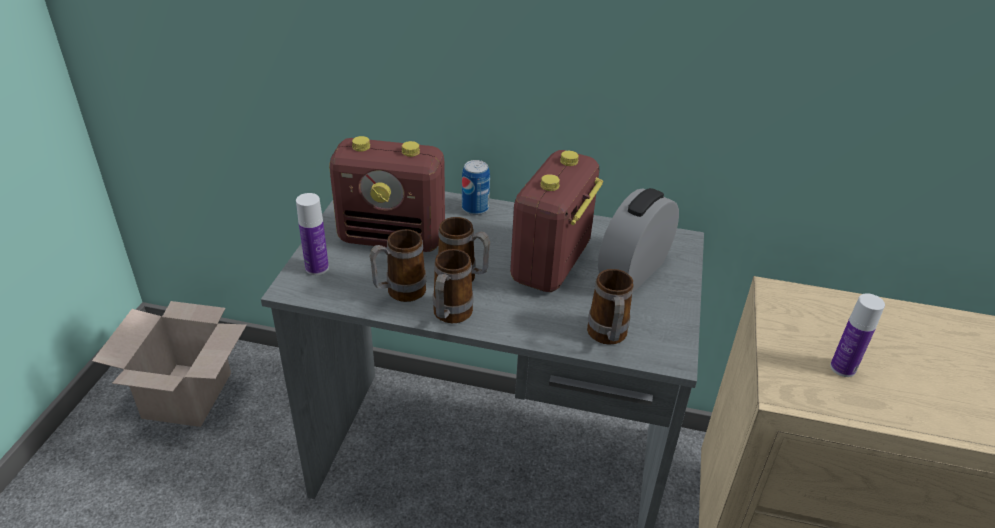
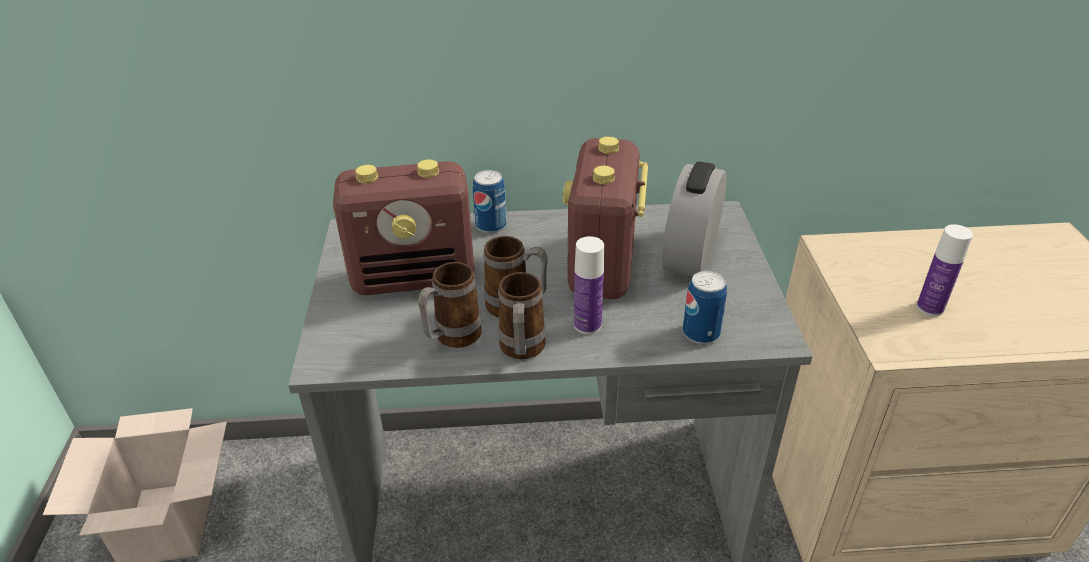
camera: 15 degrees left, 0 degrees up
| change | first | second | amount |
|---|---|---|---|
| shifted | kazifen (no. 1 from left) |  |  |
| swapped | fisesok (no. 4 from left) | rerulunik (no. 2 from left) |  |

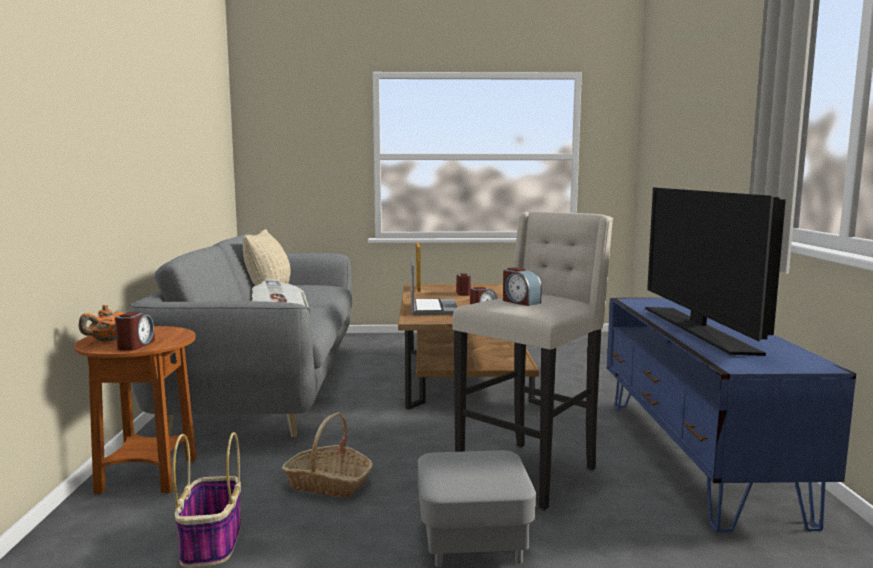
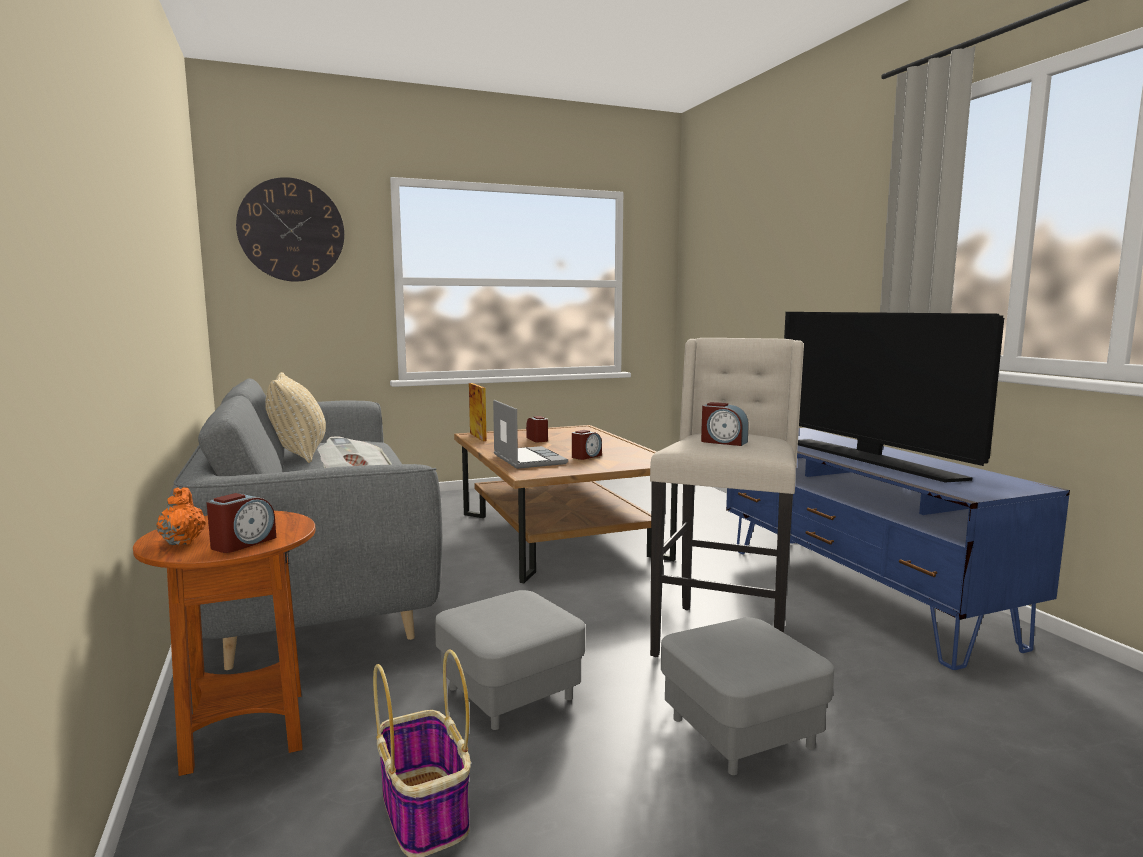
camera: 20 degrees left, 0 degrees up
| change | first | second | amount |
|---|---|---|---|
| rotated | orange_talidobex |  | 150 degrees clockwise |
| rotated | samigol (no. 1 from left) |  | 45 degrees clockwise |
| swapped | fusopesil (no. 2 from left) | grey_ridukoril (no. 1 from left) |  |
| new |  | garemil |  |

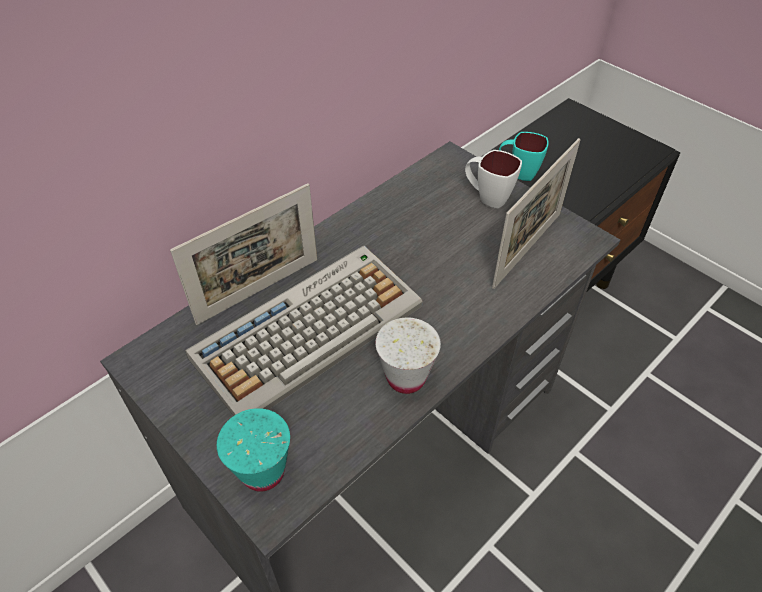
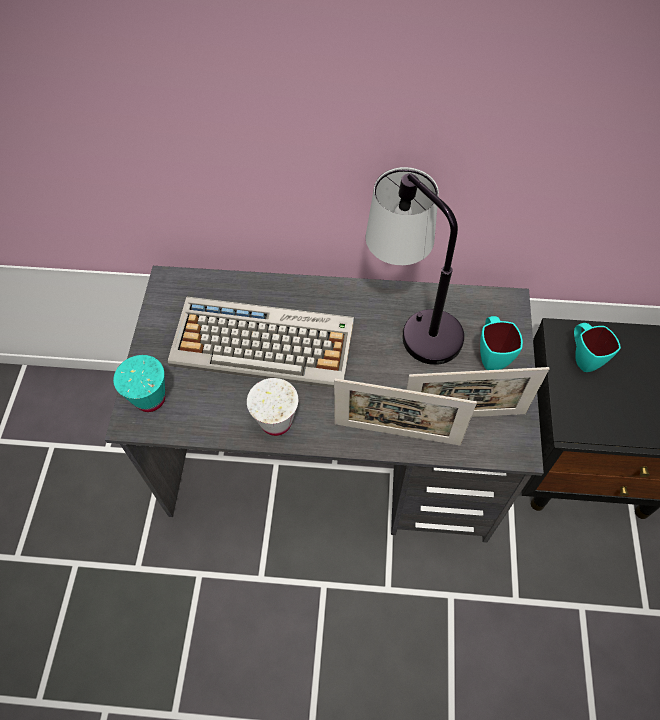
camera: 50 degrees right, 10 degrees up
| change | first | second | amount |
|---|---|---|---|
| repainted | white_fisesok | turquoise_fisesok (no. 1 from left) |  |
| shifted | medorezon (no. 1 from left) |  |  |
| new |  | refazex |  |

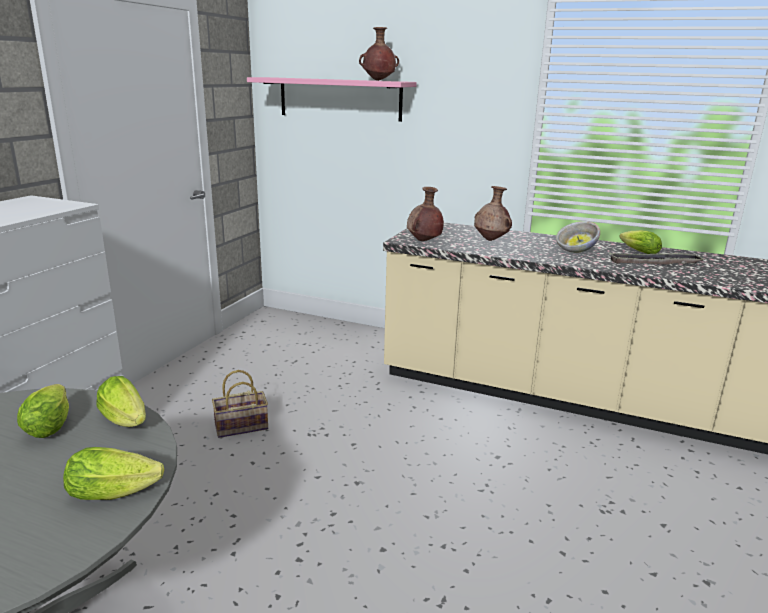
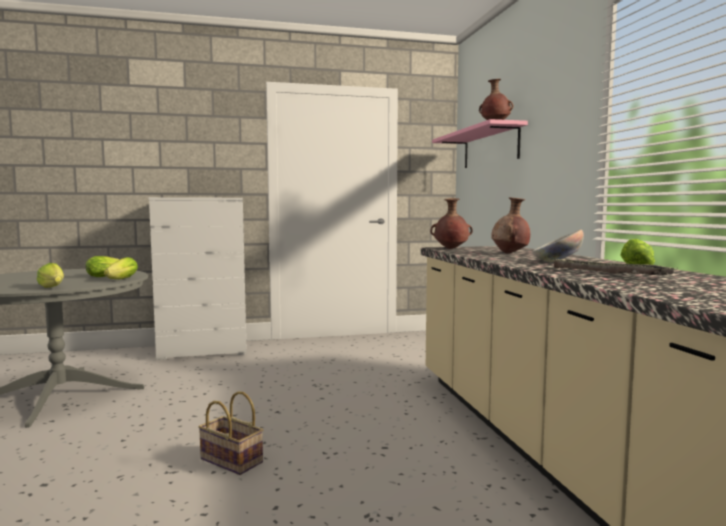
camera: 55 degrees right, 15 degrees down
| change | first | second | amount |
|---|---|---|---|
| shifted | fusopesil |  |  |

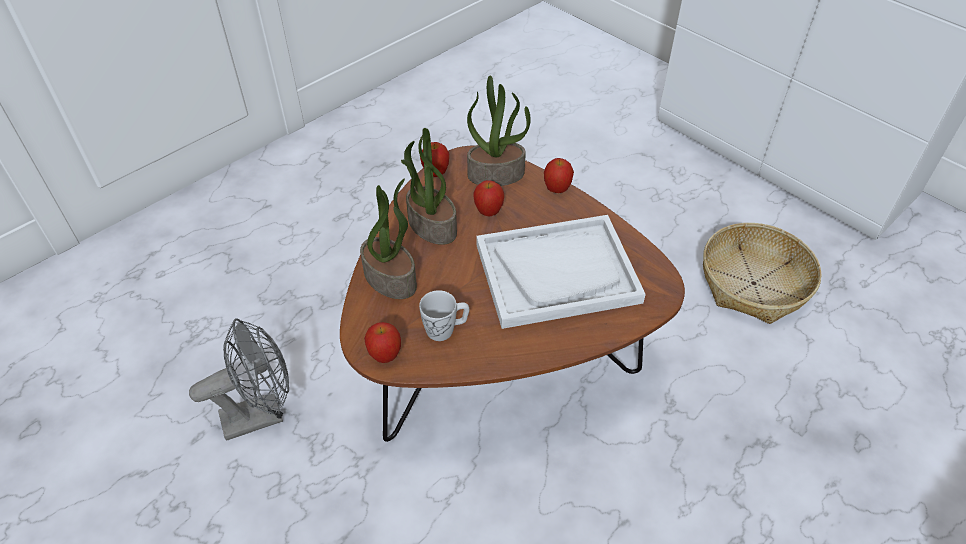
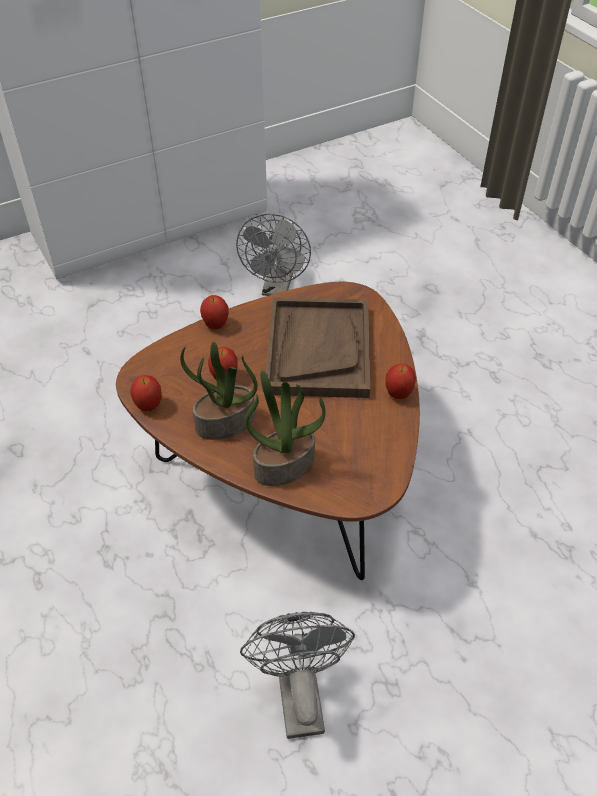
camera: 75 degrees left, 0 degrees up
| change | first | second | amount |
|---|---|---|---|
| gone | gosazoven (no. 3 from left) |  |  |
| repainted | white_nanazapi | brown_nanazapi |  |
| swapped | fusopesil | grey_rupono (no. 1 from left) |  |
| gone | white_fisesok |  |  |
| shifted | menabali (no. 1 from left in the first image) | menabali (no. 4 from left) |  |

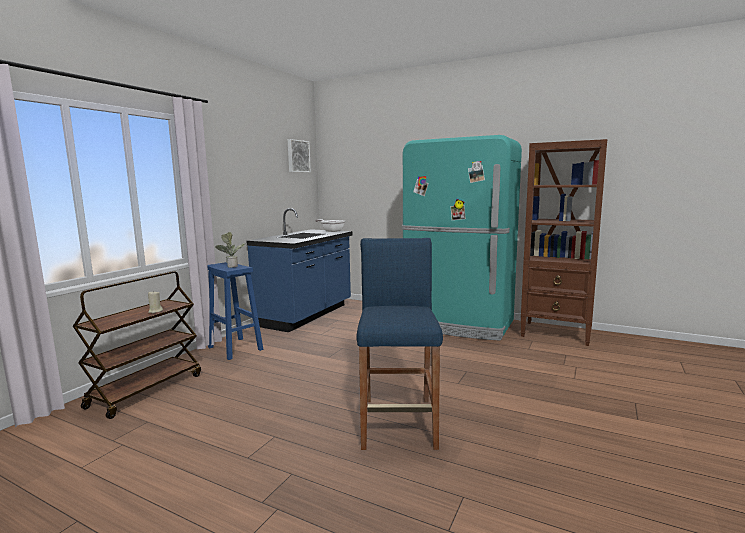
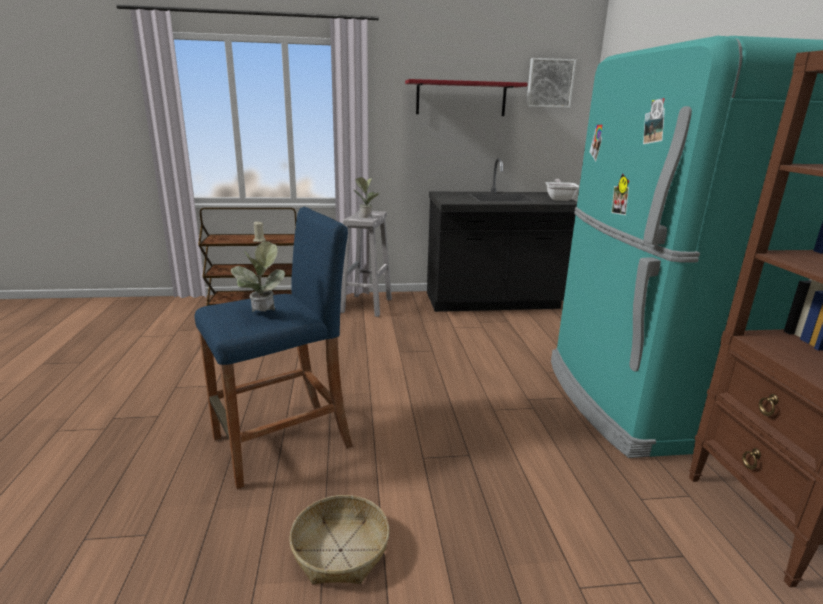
camera: 55 degrees right, 10 degrees up
| change | first | second | amount |
|---|---|---|---|
| repainted | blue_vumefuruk | black_vumefuruk |  |
| repainted | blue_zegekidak (no. 1 from left) | white_zegekidak |  |
| new |  | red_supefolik |  |
| new |  | gosazoven (no. 1 from left) |  |
| new |  | fusopesil |  |

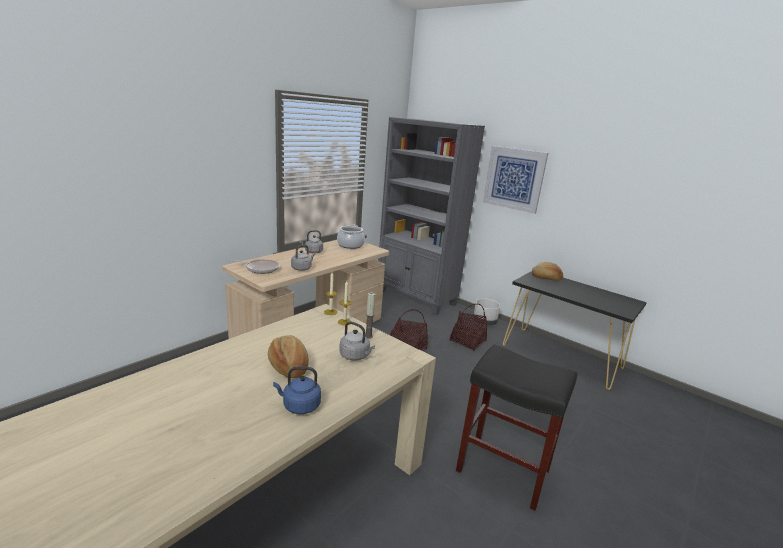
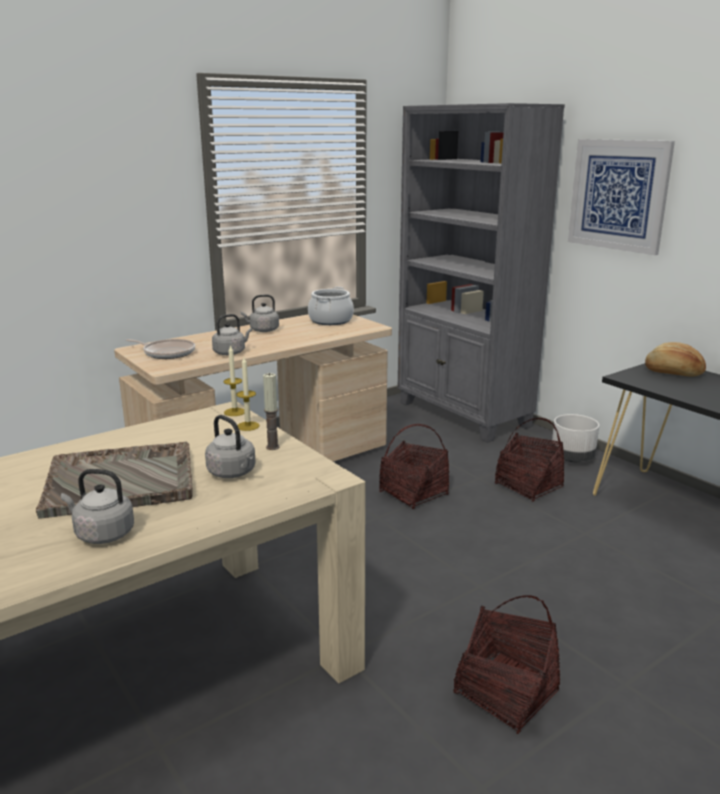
camera: 15 degrees right, 0 degrees up
| change | first | second | amount |
|---|---|---|---|
| swapped | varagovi (no. 1 from left) | grey_nanazapi |  |
| swapped | black_zegekidak | fusopesil (no. 2 from left) |  |
| repainted | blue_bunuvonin | grey_bunuvonin (no. 1 from left) |  |

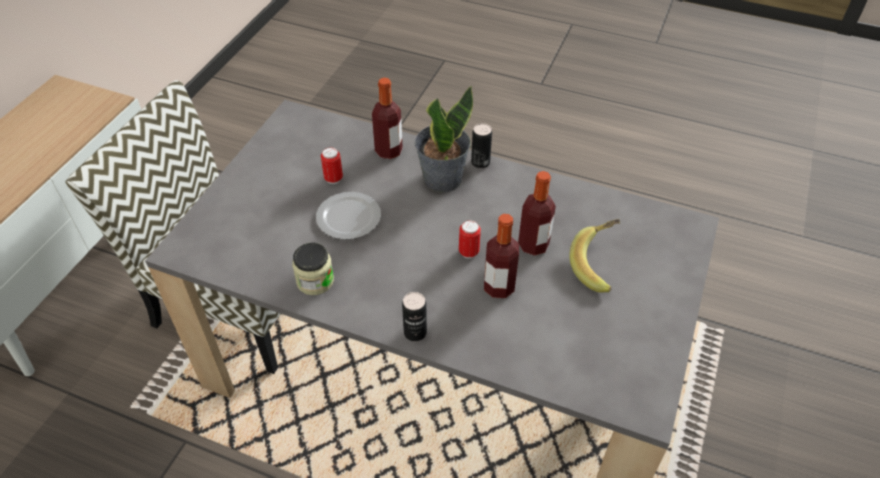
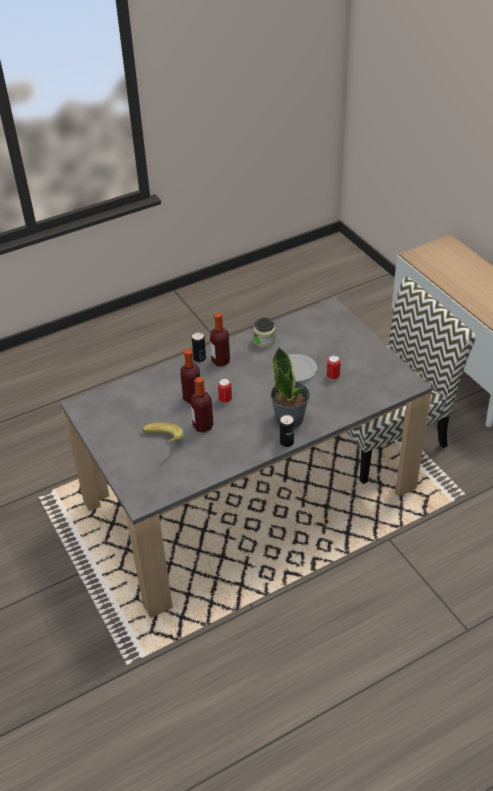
camera: 130 degrees right, 5 degrees down
| change | first | second | amount |
|---|---|---|---|
| shifted | kazifen (no. 1 from left in the first image) | kazifen (no. 3 from left) |  |

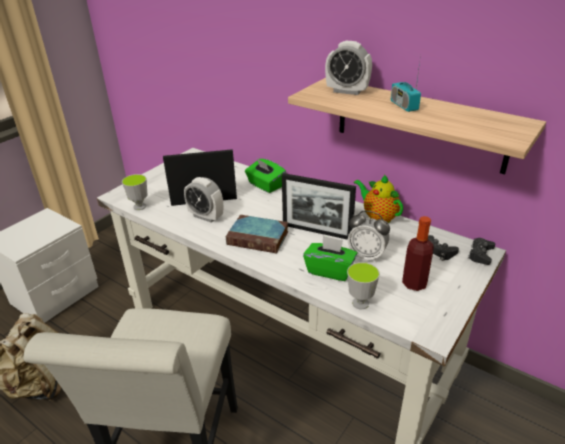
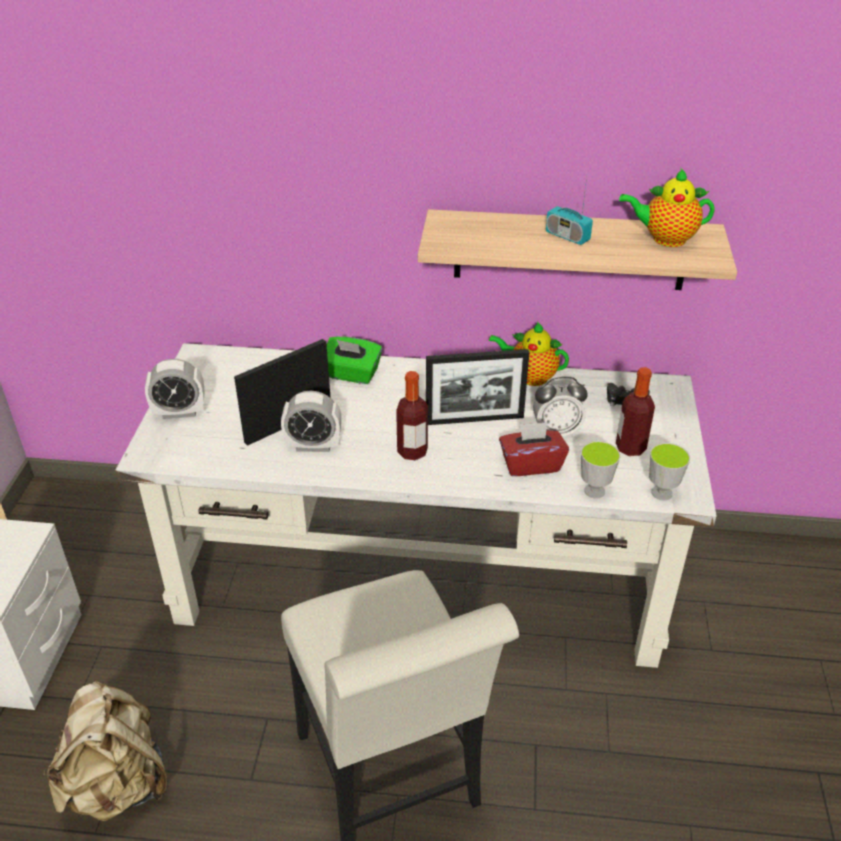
camera: 30 degrees left, 5 degrees up
| change | first | second | amount |
|---|---|---|---|
| shifted | samigol (no. 2 from left in the first image) | samigol (no. 1 from left) |  |
| shifted | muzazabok (no. 1 from left in the first image) | muzazabok (no. 2 from left) |  |
| swapped | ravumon | kazifen (no. 1 from left) |  |
| repainted | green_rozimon (no. 2 from left) | red_rozimon |  |
| gone | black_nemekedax (no. 2 from left) |  |  |
| new |  | talidobex (no. 2 from left) |  |

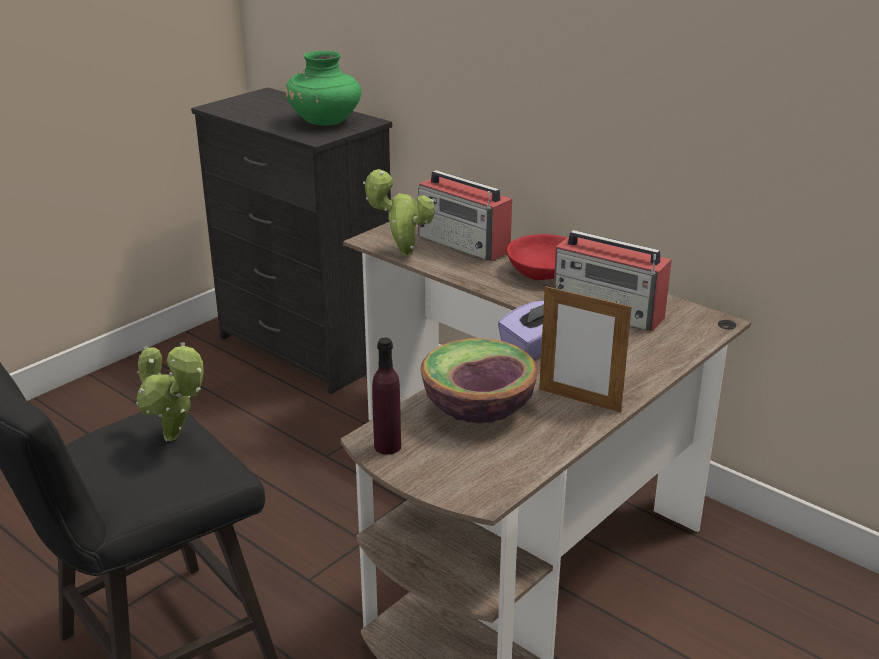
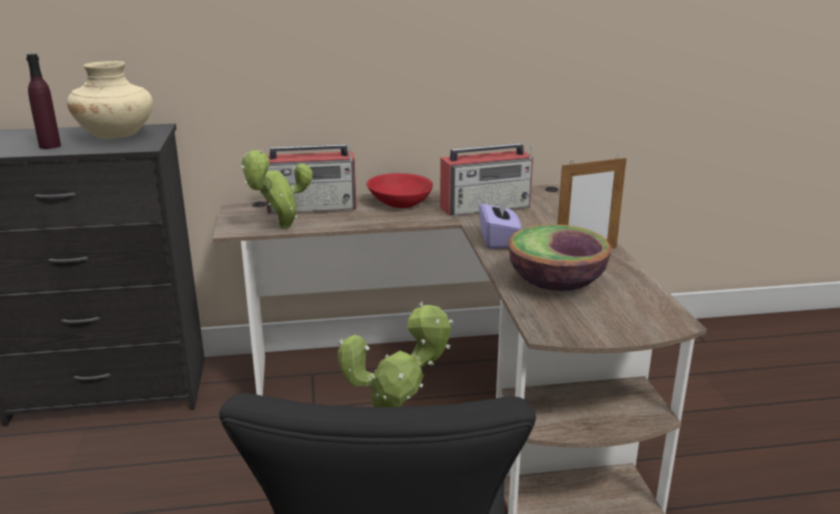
camera: 50 degrees left, 5 degrees down
| change | first | second | amount |
|---|---|---|---|
| repainted | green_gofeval | beige_gofeval |  |
| shifted | purple_kazifen |  |  |

